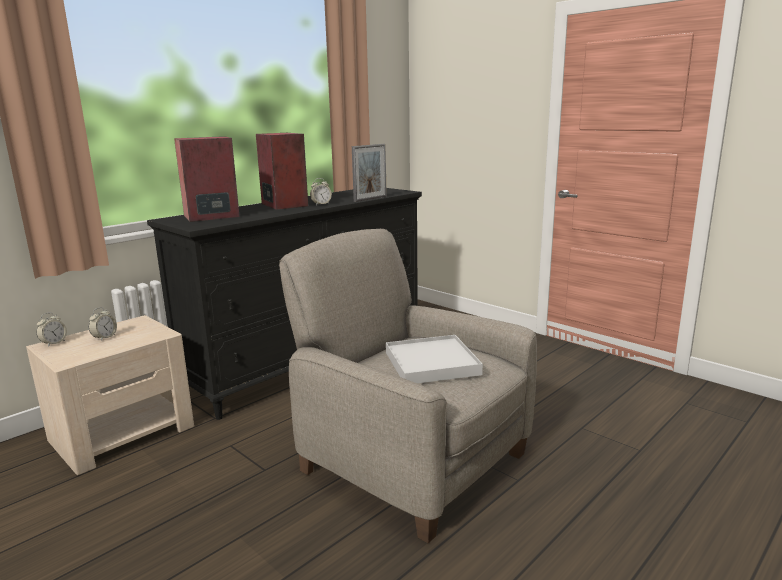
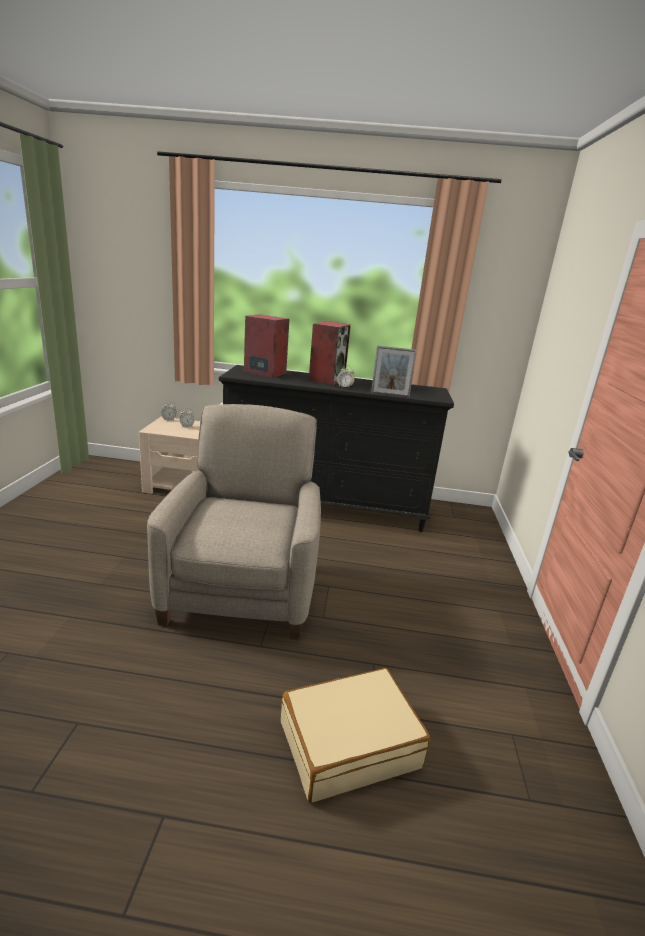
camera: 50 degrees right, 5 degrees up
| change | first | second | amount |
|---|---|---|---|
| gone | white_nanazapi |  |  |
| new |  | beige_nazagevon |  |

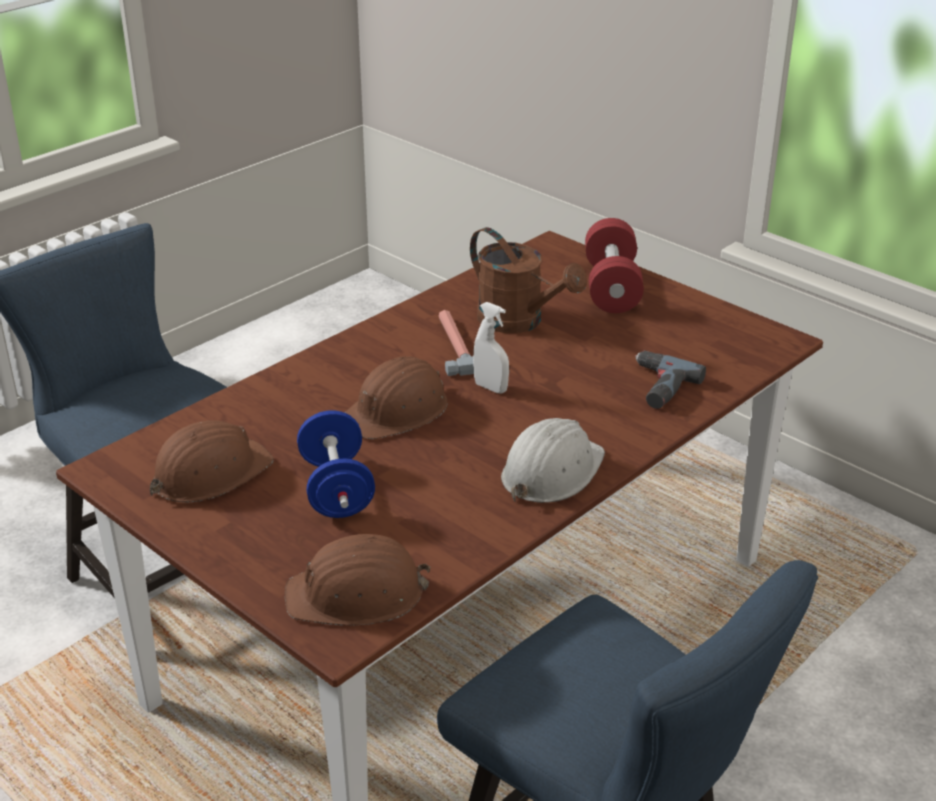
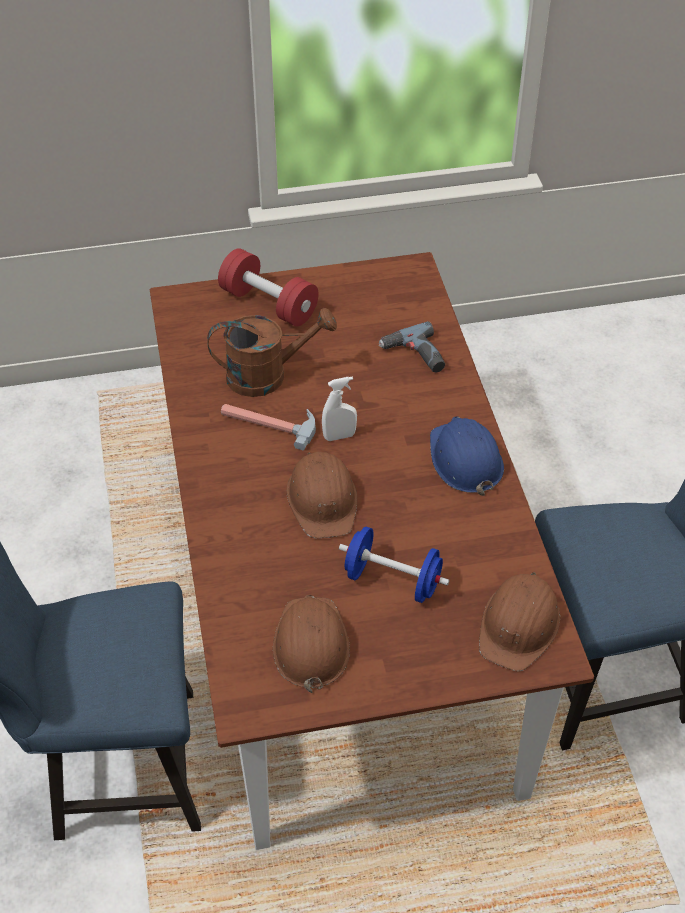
camera: 55 degrees left, 15 degrees up
| change | first | second | amount |
|---|---|---|---|
| repainted | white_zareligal | blue_zareligal |  |

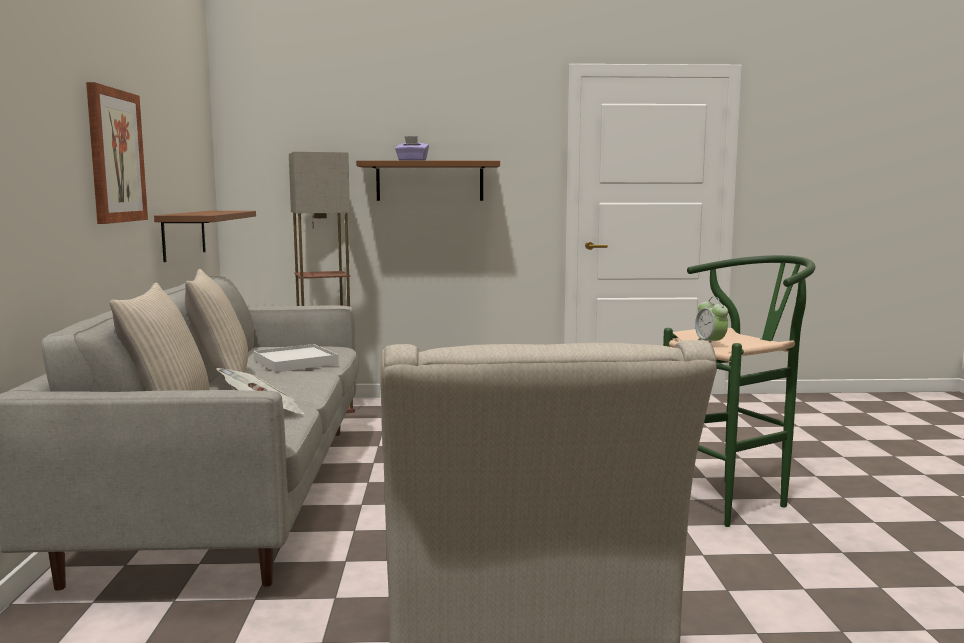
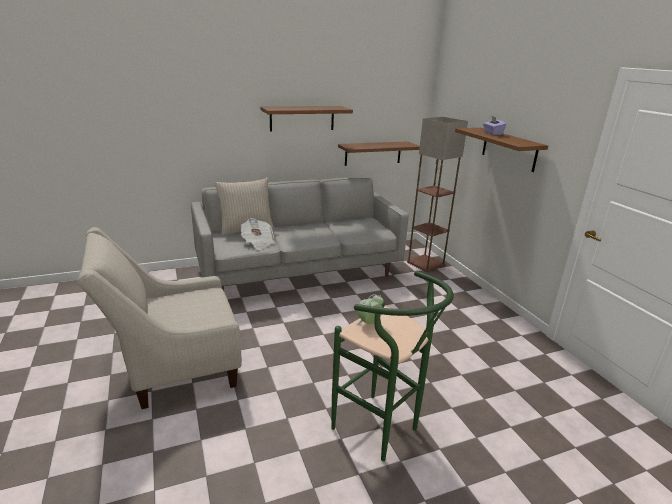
camera: 70 degrees right, 15 degrees up
| change | first | second | amount |
|---|---|---|---|
| swapped | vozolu | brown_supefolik (no. 1 from left) |  |
| gone | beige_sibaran (no. 2 from left) |  |  |
| gone | white_nanazapi |  |  |

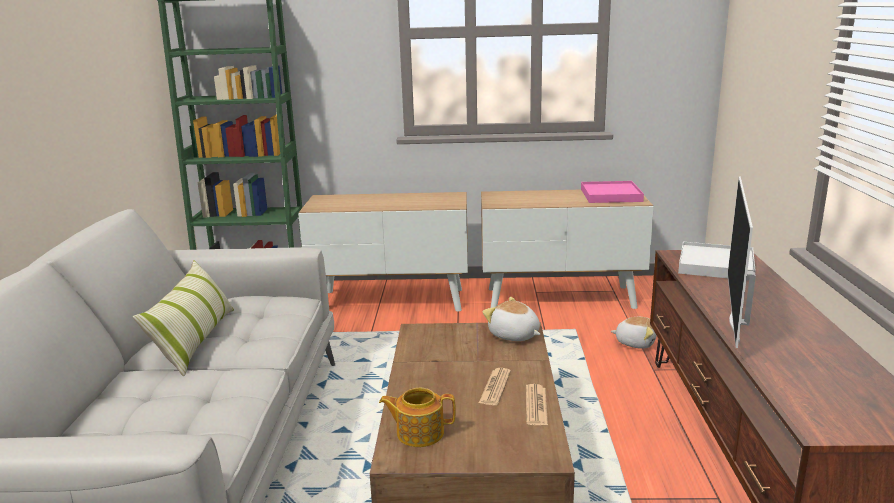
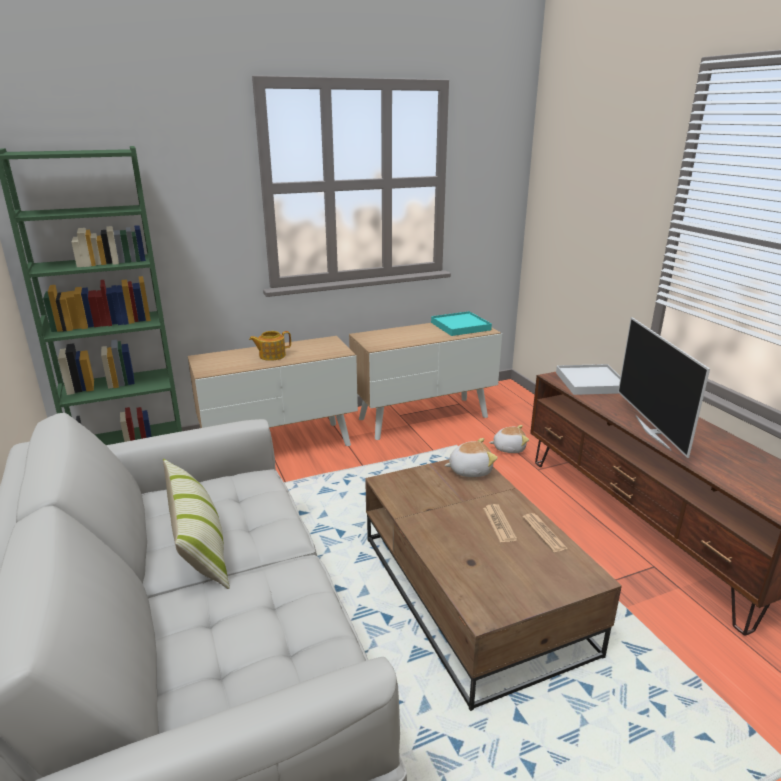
camera: 25 degrees left, 5 degrees up
| change | first | second | amount |
|---|---|---|---|
| repainted | pink_nanazapi | turquoise_nanazapi |  |
| rotated | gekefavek (no. 1 from left) |  | 150 degrees clockwise |
| shifted | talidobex |  |  |

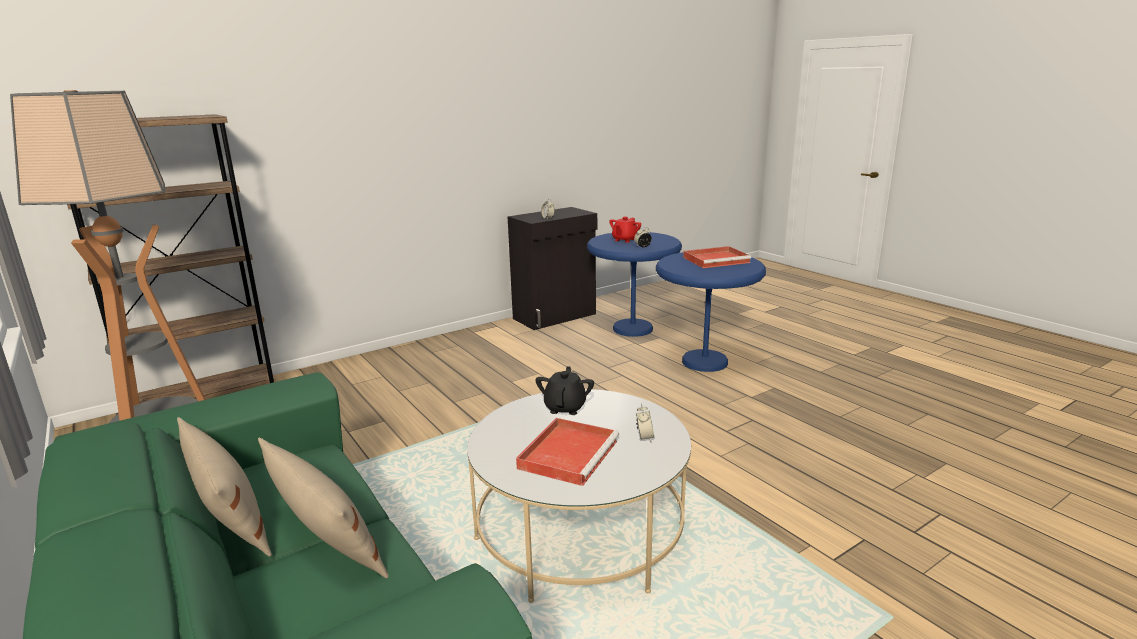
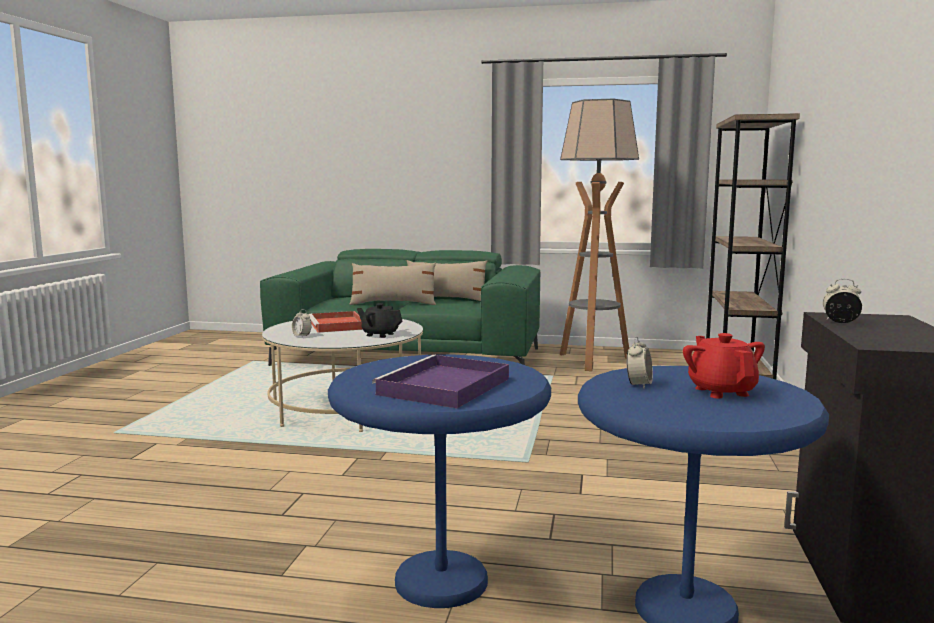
camera: 135 degrees right, 10 degrees down
| change | first | second | amount |
|---|---|---|---|
| repainted | red_nanazapi (no. 2 from left) | purple_nanazapi |  |
| rotated | black_talidobex |  | 150 degrees clockwise |

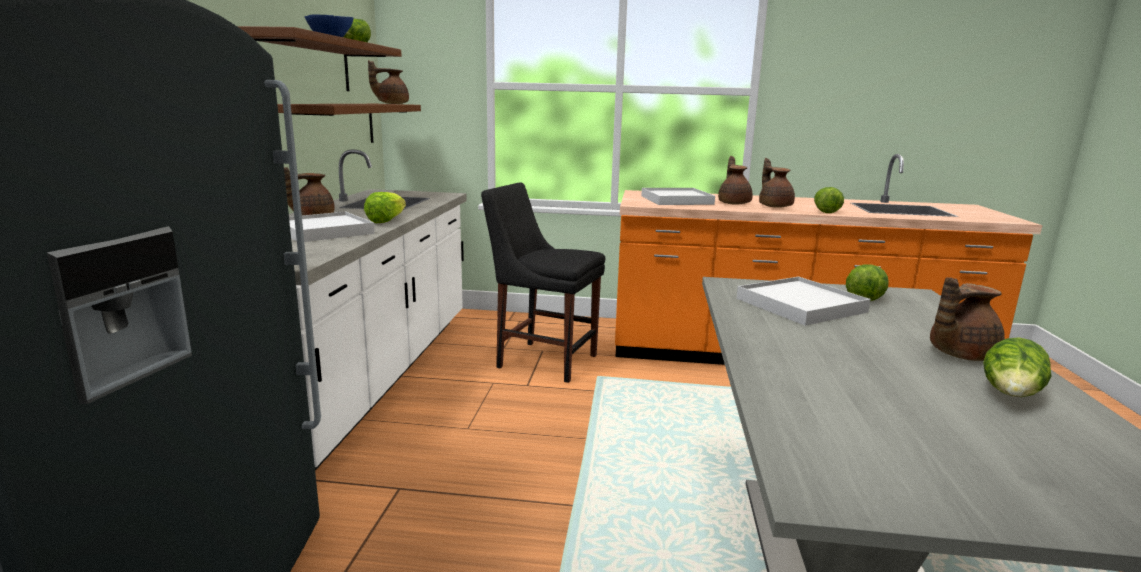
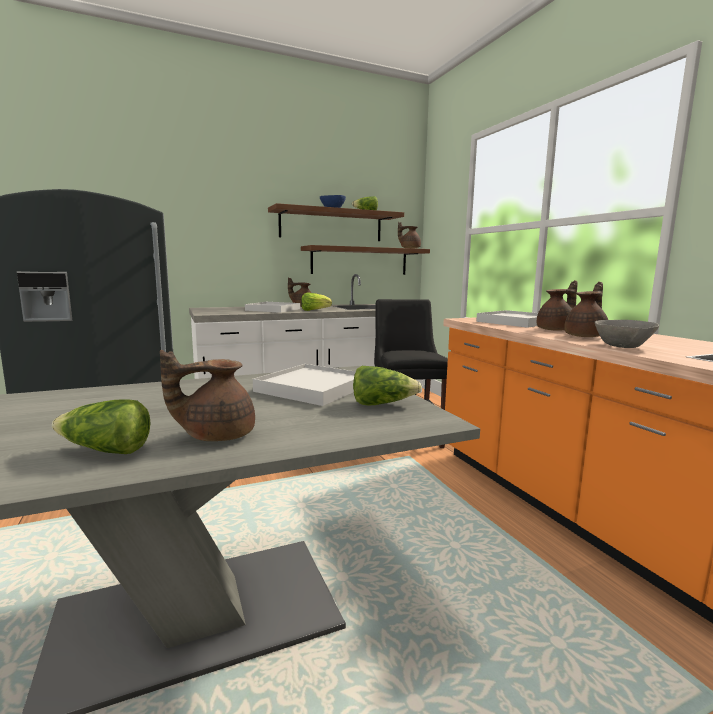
camera: 60 degrees right, 5 degrees down
| change | first | second | amount |
|---|---|---|---|
| swapped | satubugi (no. 3 from left) | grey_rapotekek |  |
| rotated | brown_talidobex (no. 5 from left in the first image) | brown_talidobex (no. 1 from left) | 60 degrees counterclockwise |

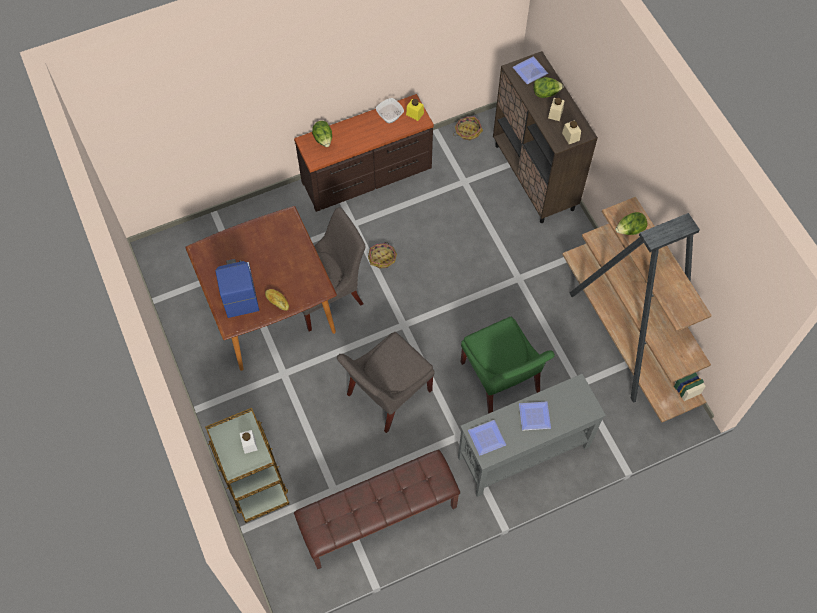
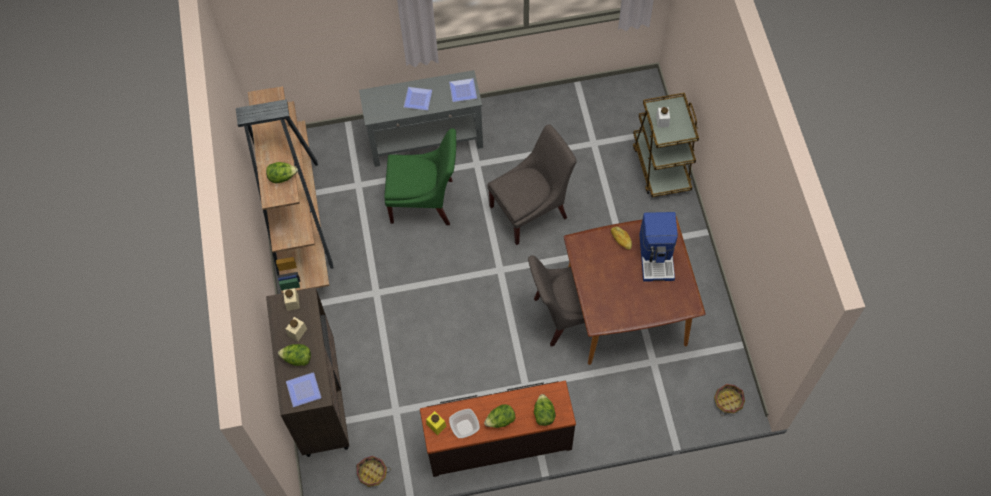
camera: 165 degrees left, 0 degrees up
| change | first | second | amount |
|---|---|---|---|
| shifted | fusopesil (no. 1 from left in the first image) | fusopesil (no. 2 from left) |  |
| rotated | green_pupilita |  | 105 degrees clockwise |
| gone | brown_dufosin |  |  |
| new |  | satubugi (no. 3 from left) |  |

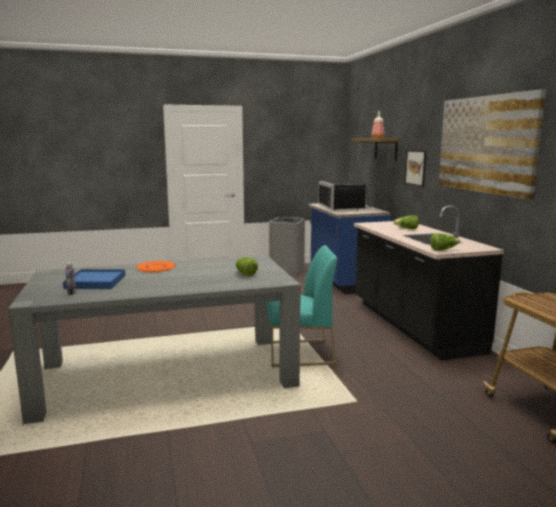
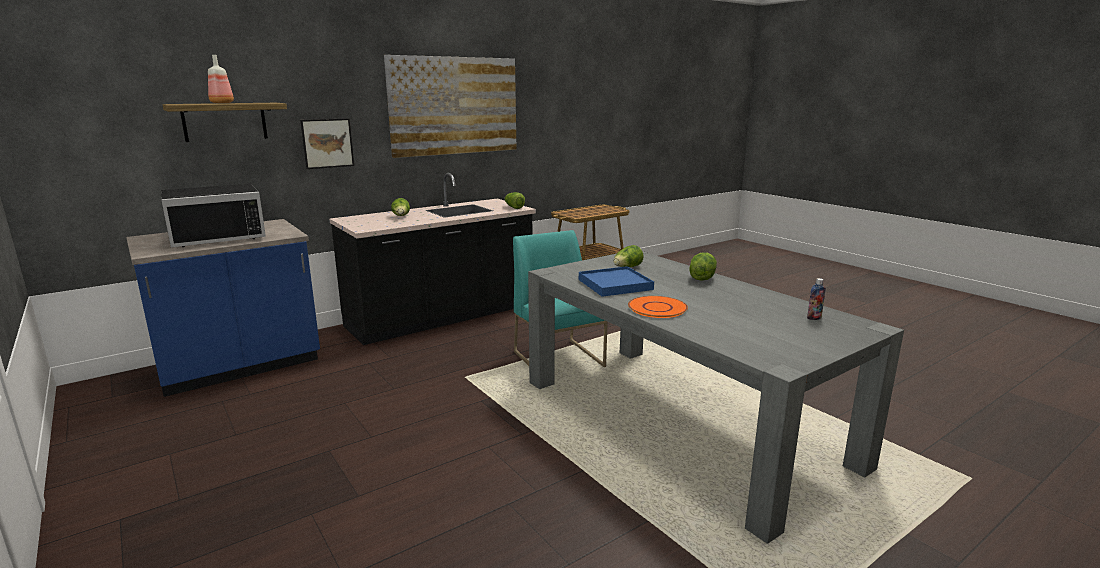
camera: 110 degrees left, 5 degrees up
| change | first | second | amount |
|---|---|---|---|
| gone | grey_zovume |  |  |
| shifted | blue_nanazapi |  |  |
| new |  | satubugi (no. 4 from left) |  |

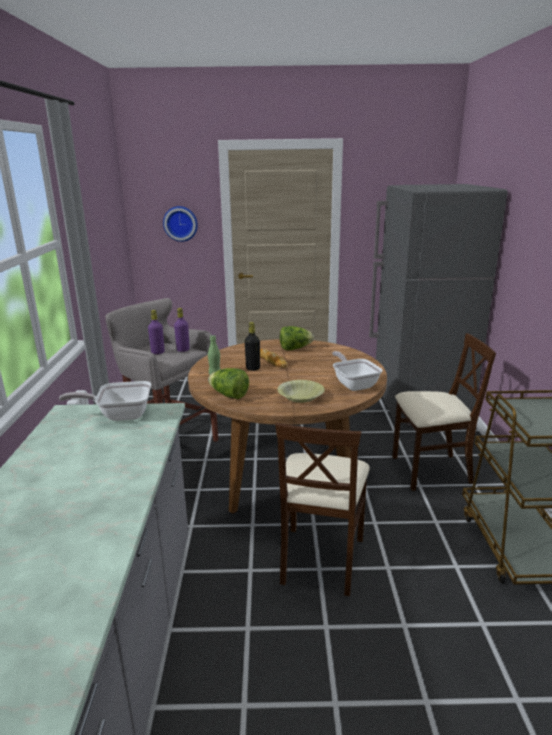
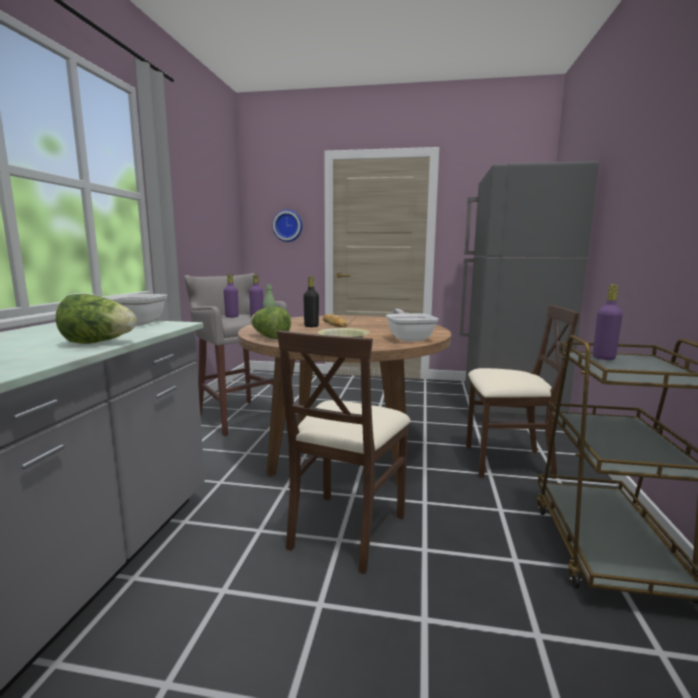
camera: 10 degrees right, 10 degrees down
| change | first | second | amount |
|---|---|---|---|
| shifted | satubugi (no. 2 from left in the first image) | satubugi (no. 1 from left) |  |
| new |  | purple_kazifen (no. 3 from left) |  |

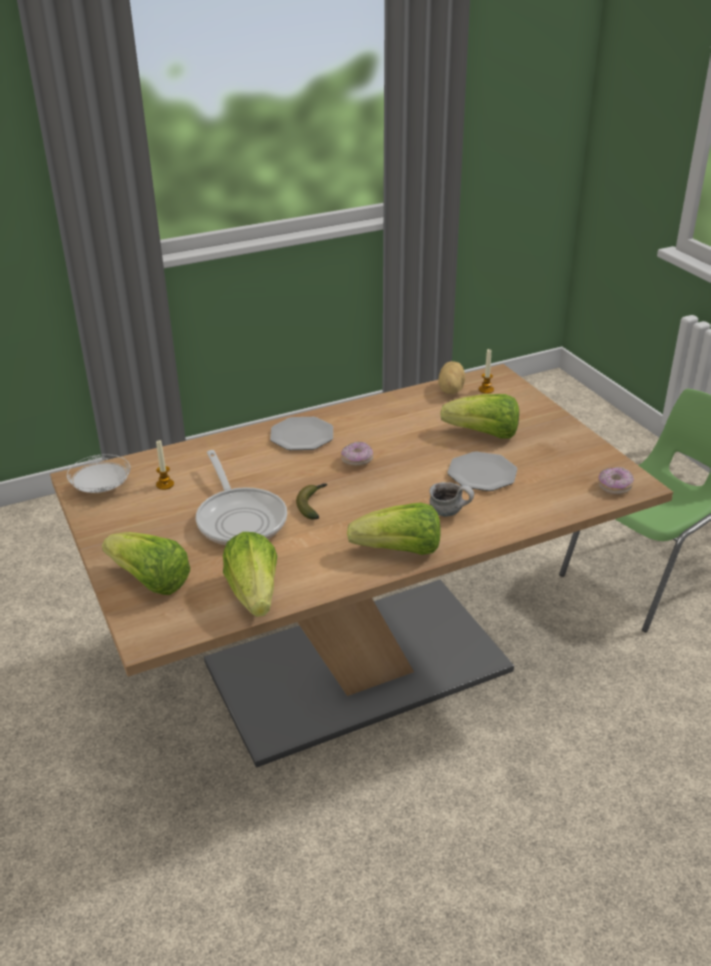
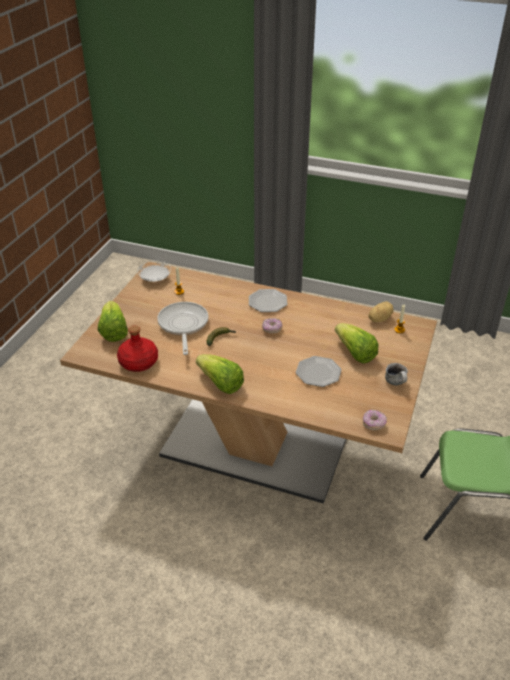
camera: 45 degrees right, 5 degrees up
| change | first | second | amount |
|---|---|---|---|
| rotated | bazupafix |  | 150 degrees clockwise |
| shifted | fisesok |  |  |
| swapped | satubugi (no. 2 from left) | red_kazifen |  |

